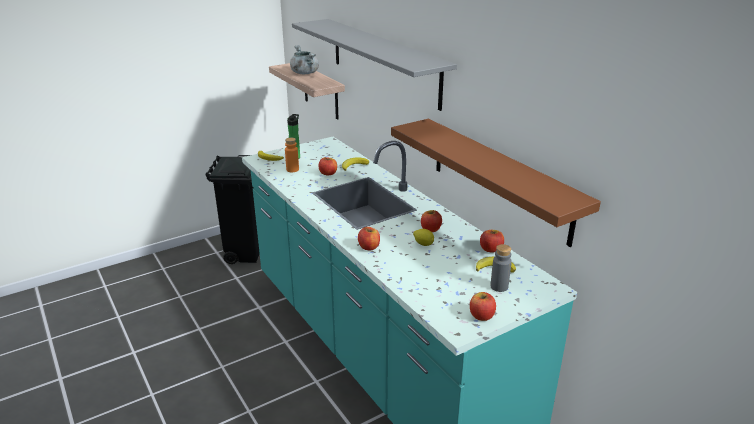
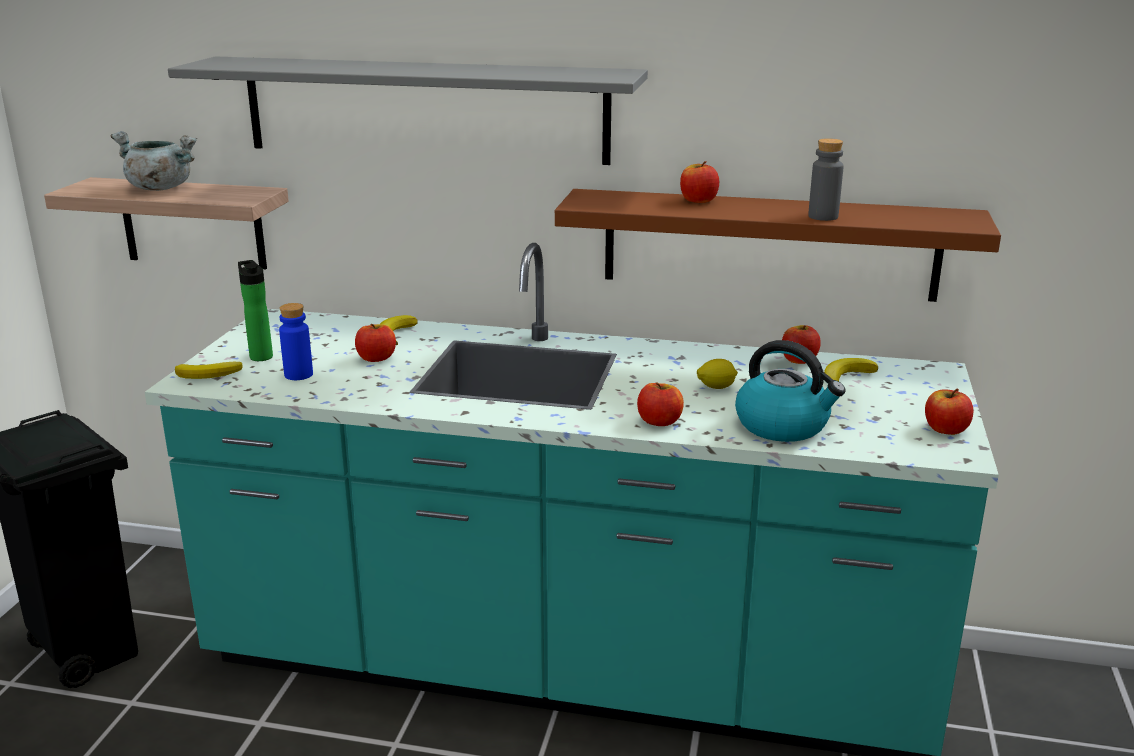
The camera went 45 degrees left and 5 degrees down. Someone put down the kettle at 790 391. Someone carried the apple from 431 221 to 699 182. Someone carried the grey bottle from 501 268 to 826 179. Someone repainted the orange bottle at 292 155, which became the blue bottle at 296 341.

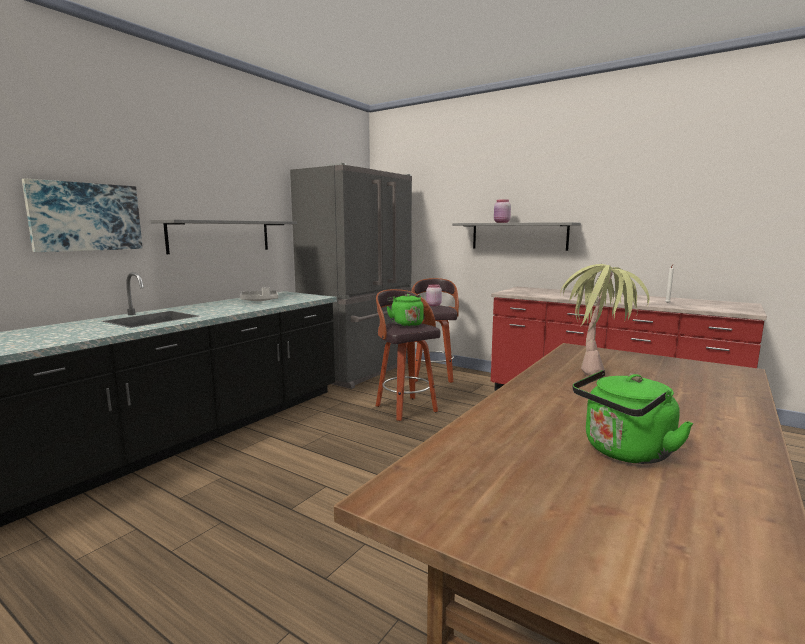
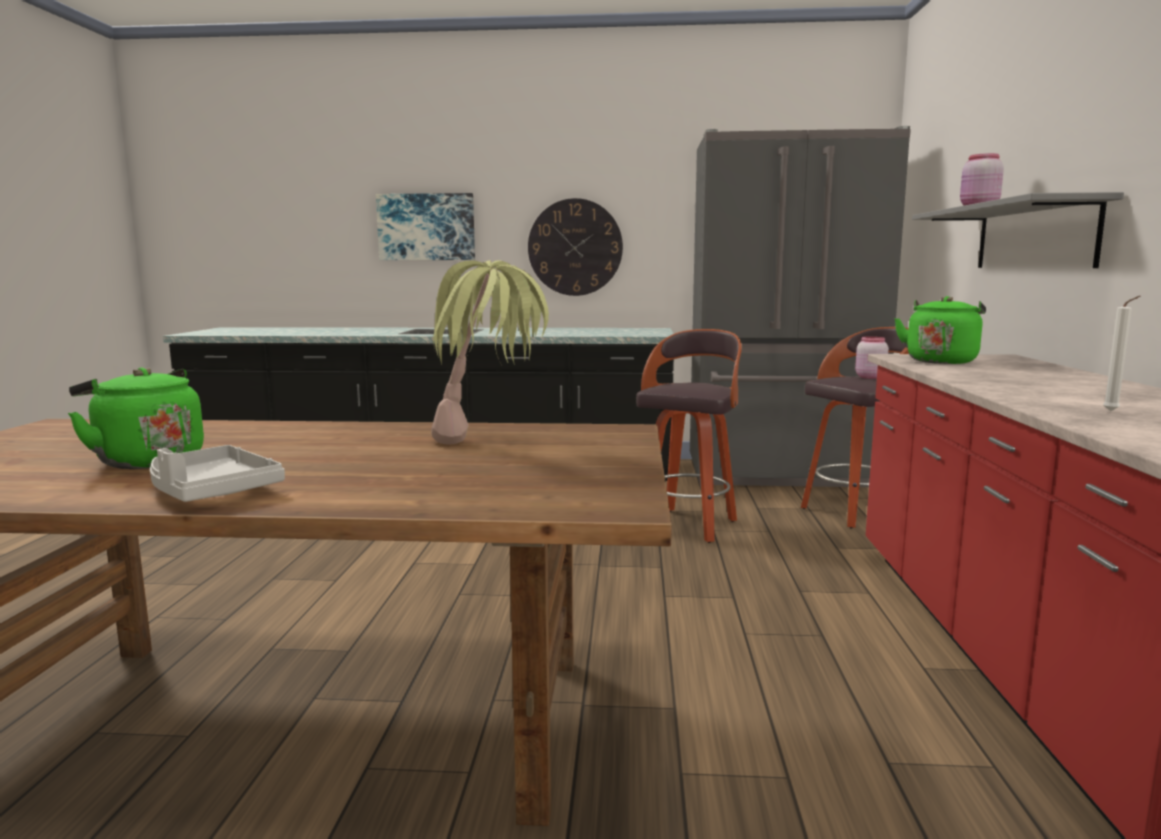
The camera went 60 degrees right and 0 degrees up. Someone carried the grey tray from 259 294 to 217 473. Someone carried the green kettle from 405 310 to 940 330. Someone swapped the grey shelf at 224 236 for the wall clock at 575 247.

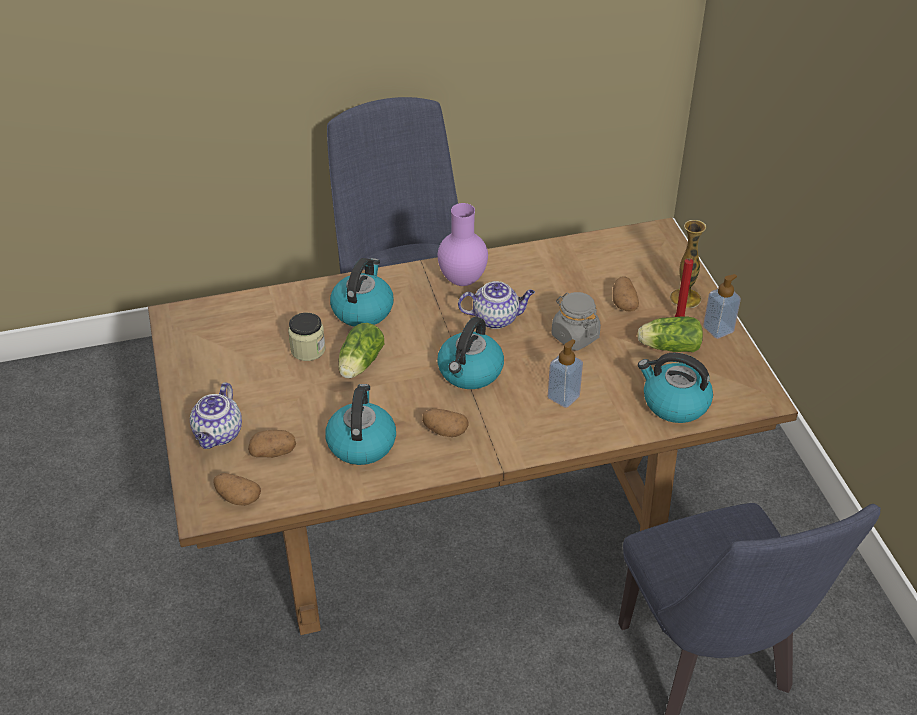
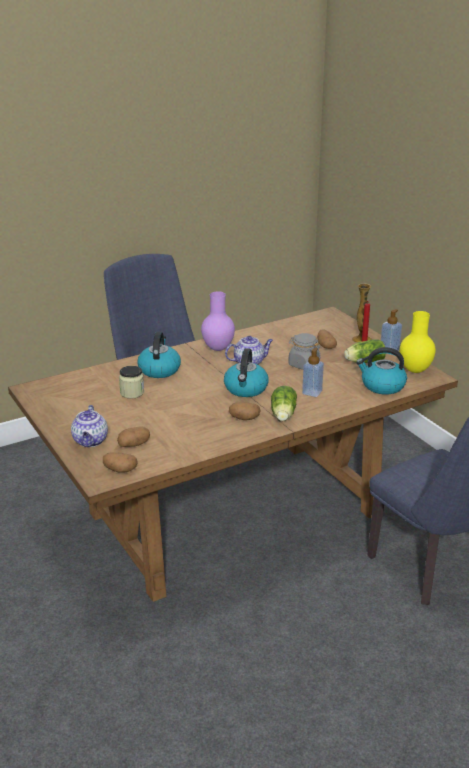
The camera went 15 degrees left and 15 degrees down. Someone took away the kettle at 360 424. Someone put down the yellow vase at 418 342. Someone carried the lettuce from 361 350 to 284 403.

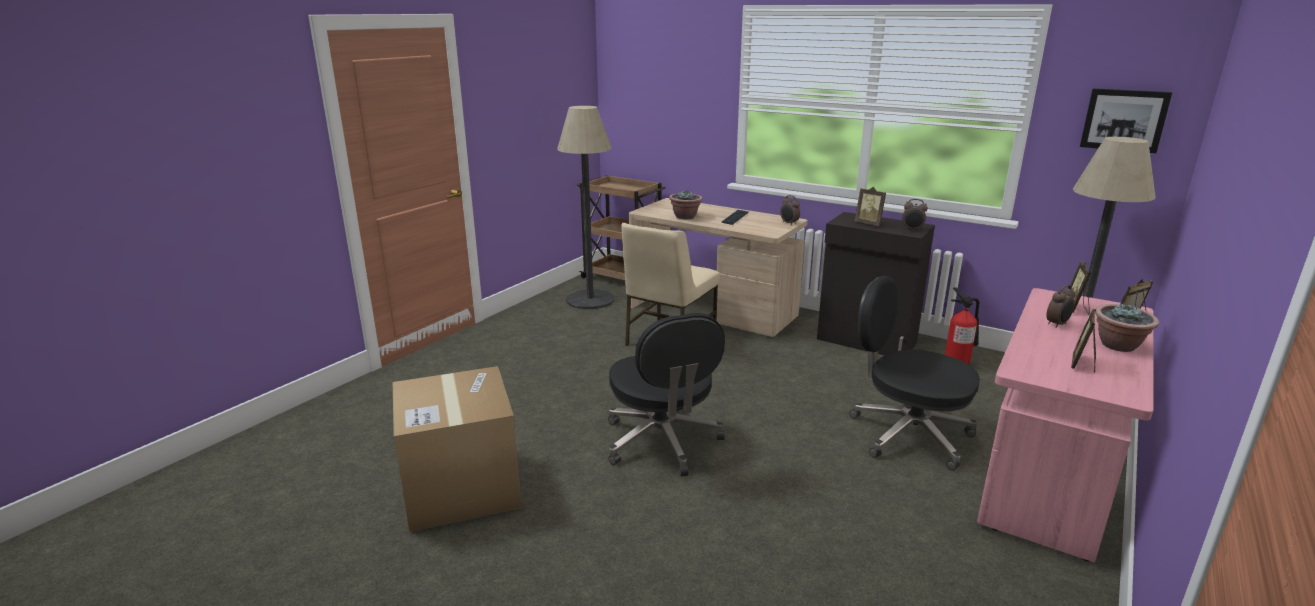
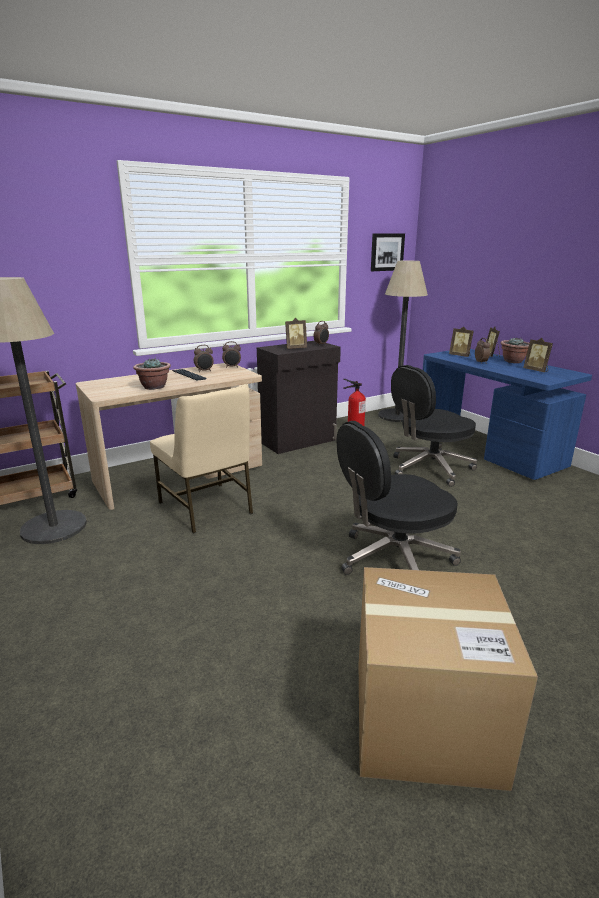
The camera went 65 degrees left and 0 degrees up. Someone put down the alarm clock at 204 358. Someone repainted the pink desk at 1065 425, which became the blue desk at 507 414. Someone rotated the black office chair at 666 395 by 150 degrees clockwise.

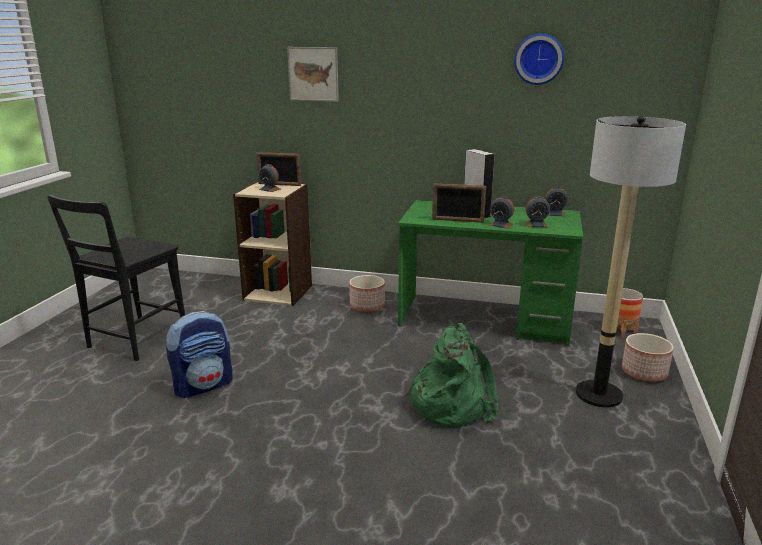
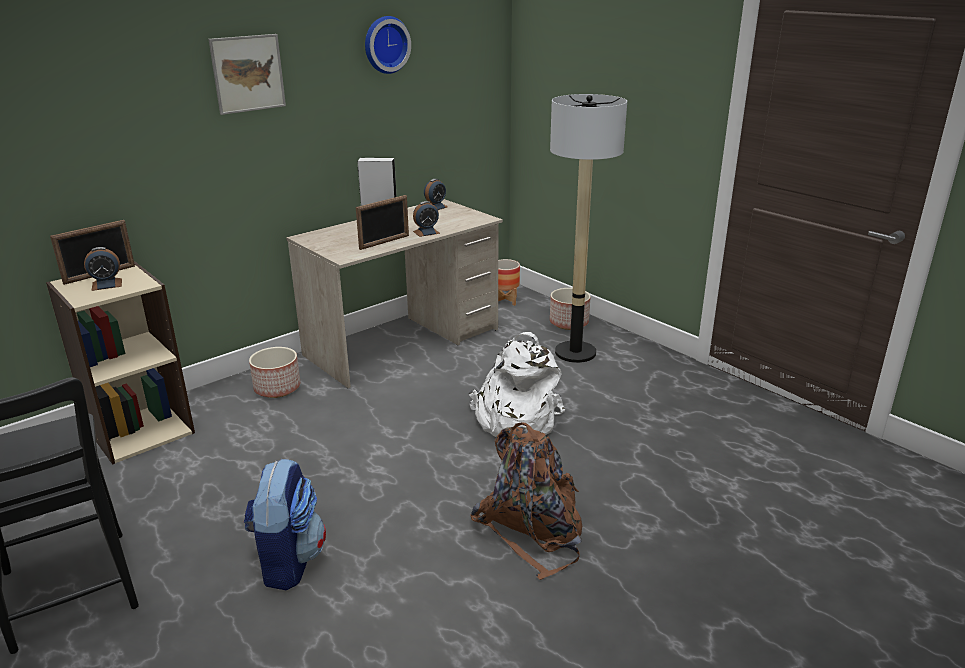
The camera went 55 degrees left and 5 degrees up. Someone took away the alarm clock at 537 211. Someone put down the brown backpack at 526 501. Someone carried the picture from 313 74 to 247 74. Someone repainted the green desk at 490 273, which became the beige desk at 394 293. Someone repainted the green backpack at 451 375, which became the white backpack at 517 384.

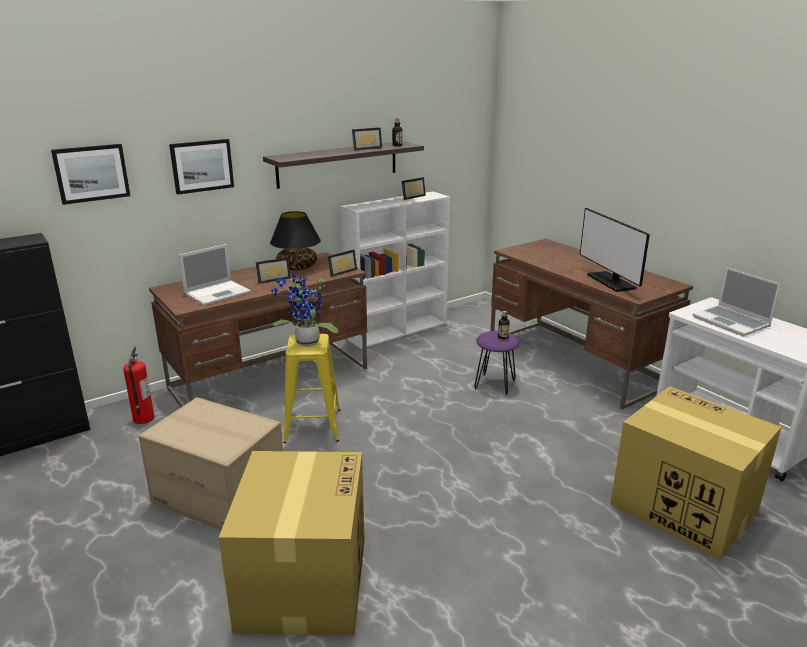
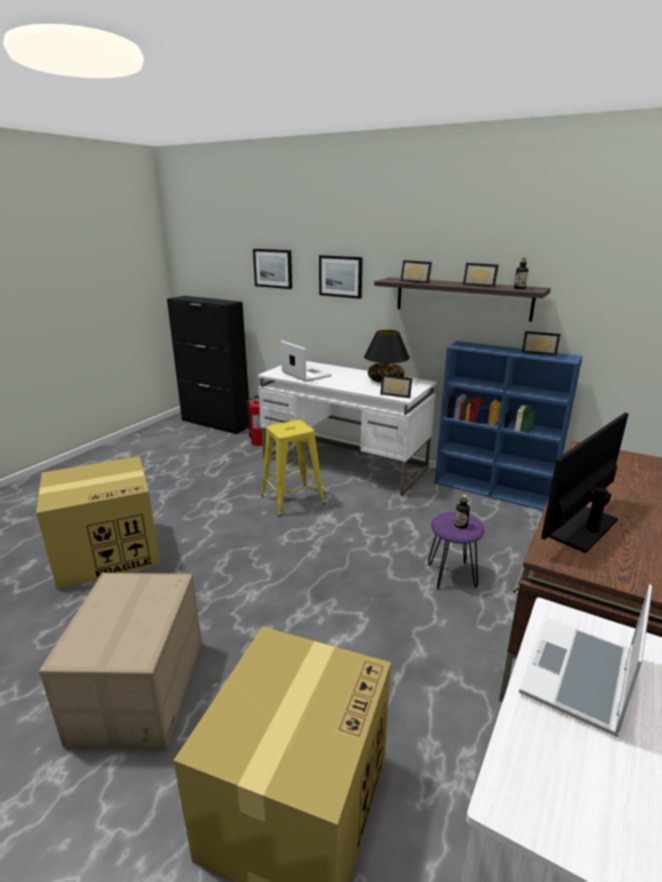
The camera went 65 degrees right and 0 degrees up. Someone took away the potted plant at 305 310. Someone carried the cardboard box from 210 463 to 120 661. Someone carried the picture frame from 273 270 to 416 272. Someone repainted the brown desk at 258 329, which became the white desk at 347 428. Someone repainted the white bookcase at 395 270, which became the blue bookcase at 509 426. Someone rotated the laptop at 215 274 by 150 degrees counterclockwise.

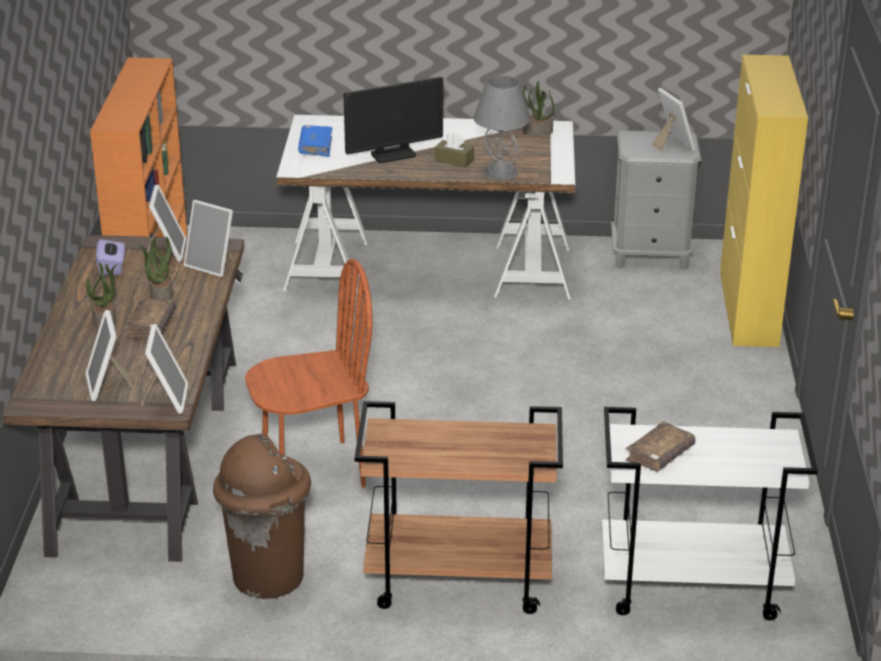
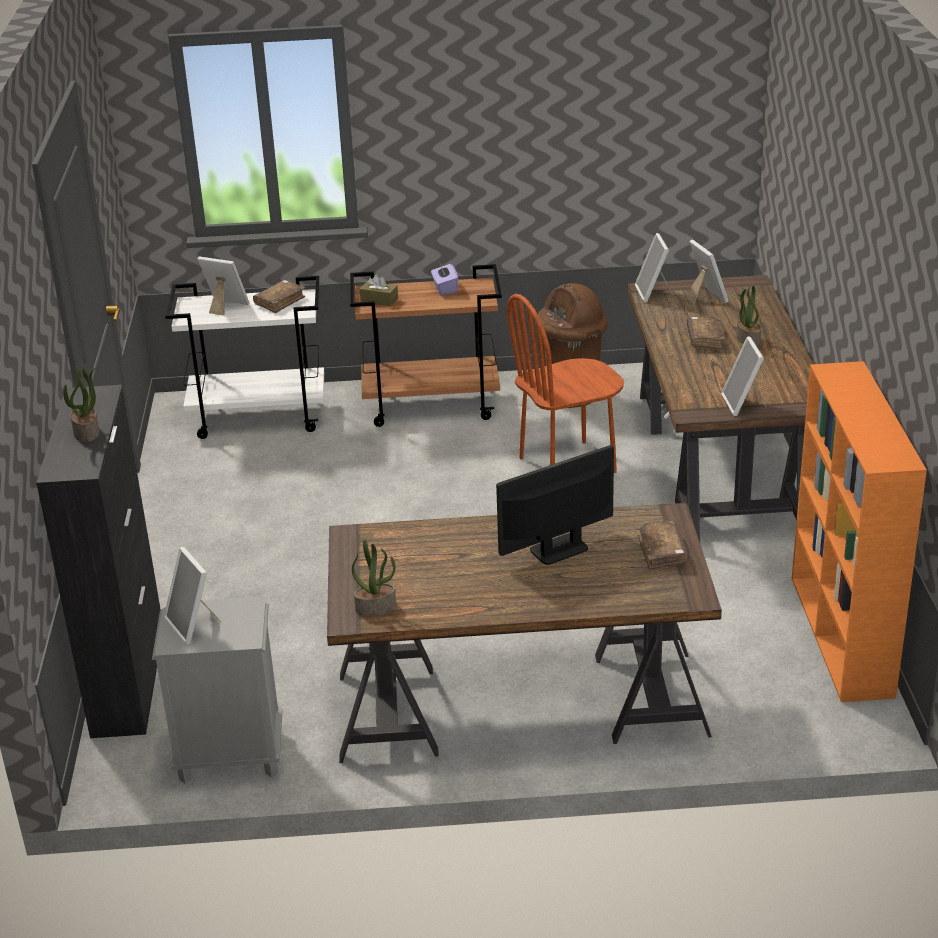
The camera went 175 degrees right and 0 degrees up. Someone took away the grey table lamp at 502 127. Someone carried the purple tissue box from 110 257 to 445 278. Someone carried the potted plant from 155 268 to 81 404. Someone carried the picture frame from 208 238 to 224 286. Someone carried the brown tissue box from 454 150 to 379 290. Someone repainted the white desk at 425 207, which became the brown desk at 524 633. Someone repainted the blue book at 315 141, which became the brown book at 663 545. Someone repainted the yellow cabinet at 764 201, which became the black cabinet at 98 561.

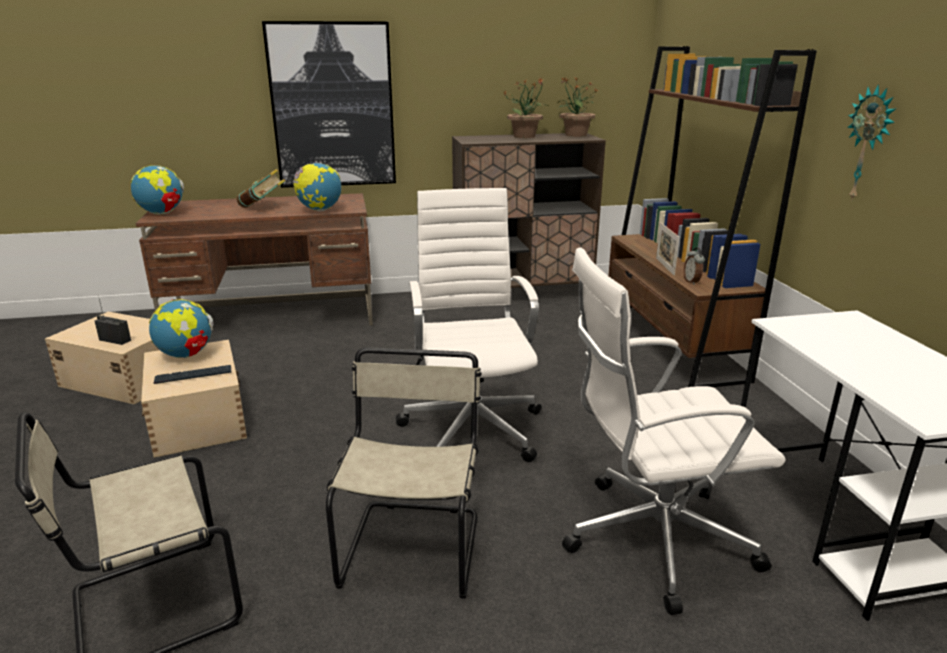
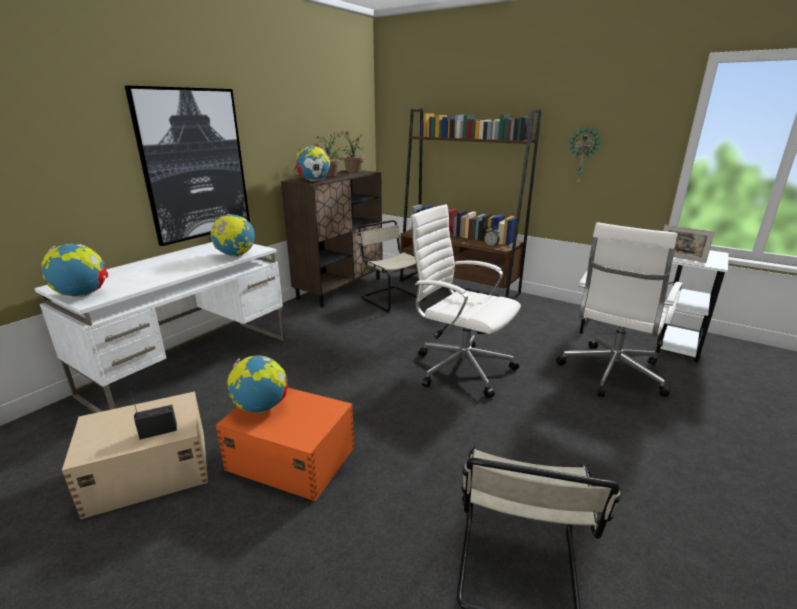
The camera went 45 degrees left and 0 degrees up. Someone took away the keyboard at 192 374. Someone took away the book at 260 188. Someone put down the globe at 313 163. Someone carried the beige chair from 404 473 to 392 266. Someone carried the picture frame from 668 248 to 689 244. Someone repainted the brown desk at 254 259, which became the white desk at 160 327. Someone repainted the beige storage box at 194 399, which became the orange storage box at 285 444.

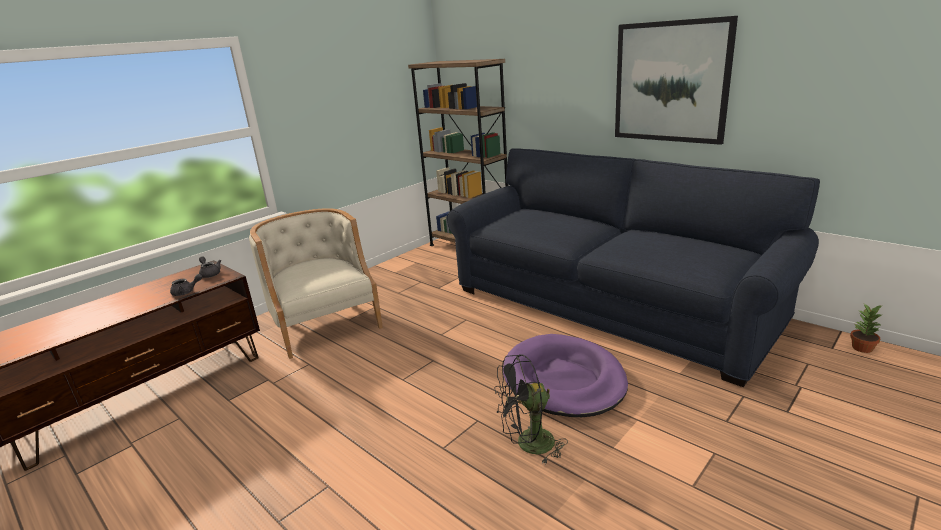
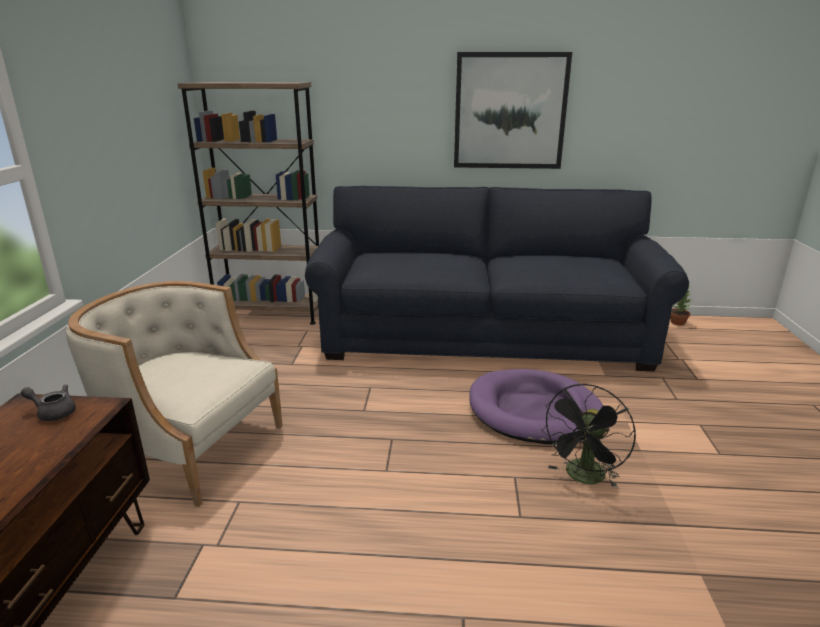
The camera went 40 degrees left and 0 degrees up. Someone took away the grey teapot at 186 285.

